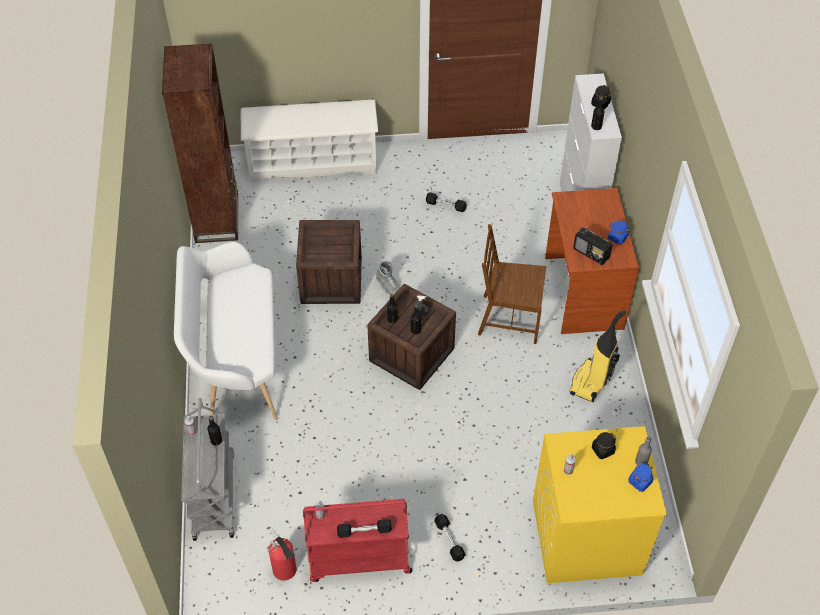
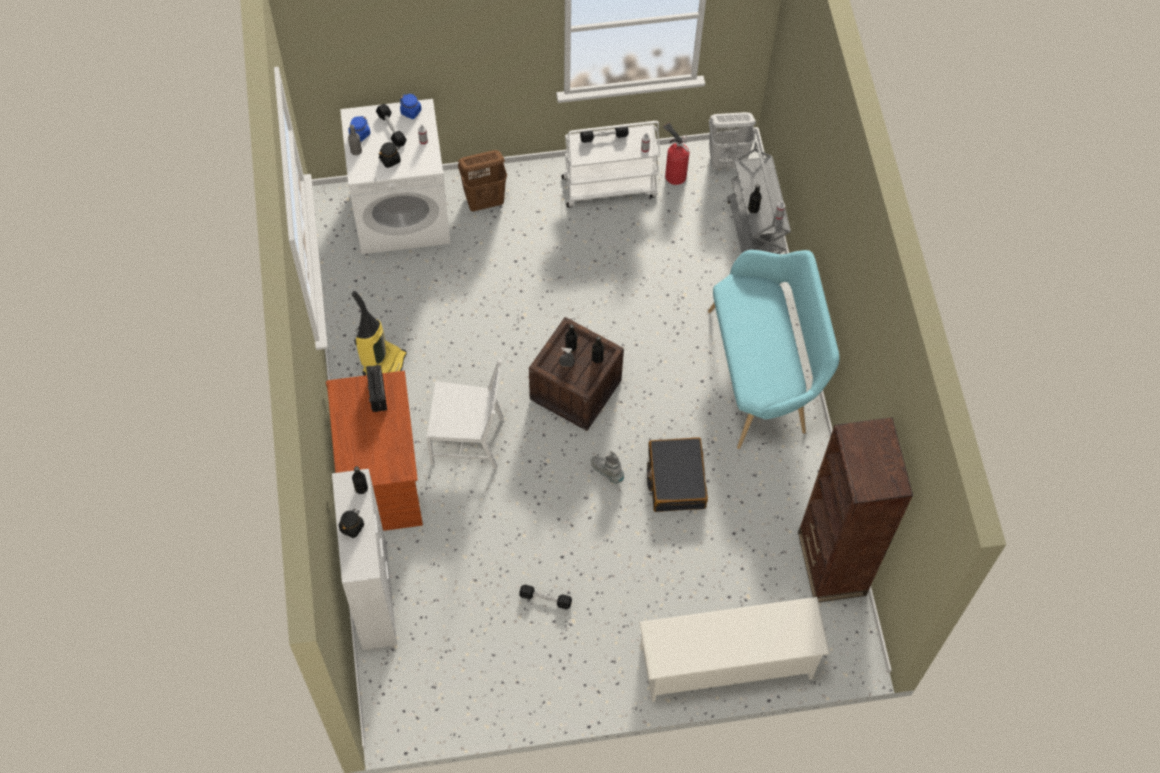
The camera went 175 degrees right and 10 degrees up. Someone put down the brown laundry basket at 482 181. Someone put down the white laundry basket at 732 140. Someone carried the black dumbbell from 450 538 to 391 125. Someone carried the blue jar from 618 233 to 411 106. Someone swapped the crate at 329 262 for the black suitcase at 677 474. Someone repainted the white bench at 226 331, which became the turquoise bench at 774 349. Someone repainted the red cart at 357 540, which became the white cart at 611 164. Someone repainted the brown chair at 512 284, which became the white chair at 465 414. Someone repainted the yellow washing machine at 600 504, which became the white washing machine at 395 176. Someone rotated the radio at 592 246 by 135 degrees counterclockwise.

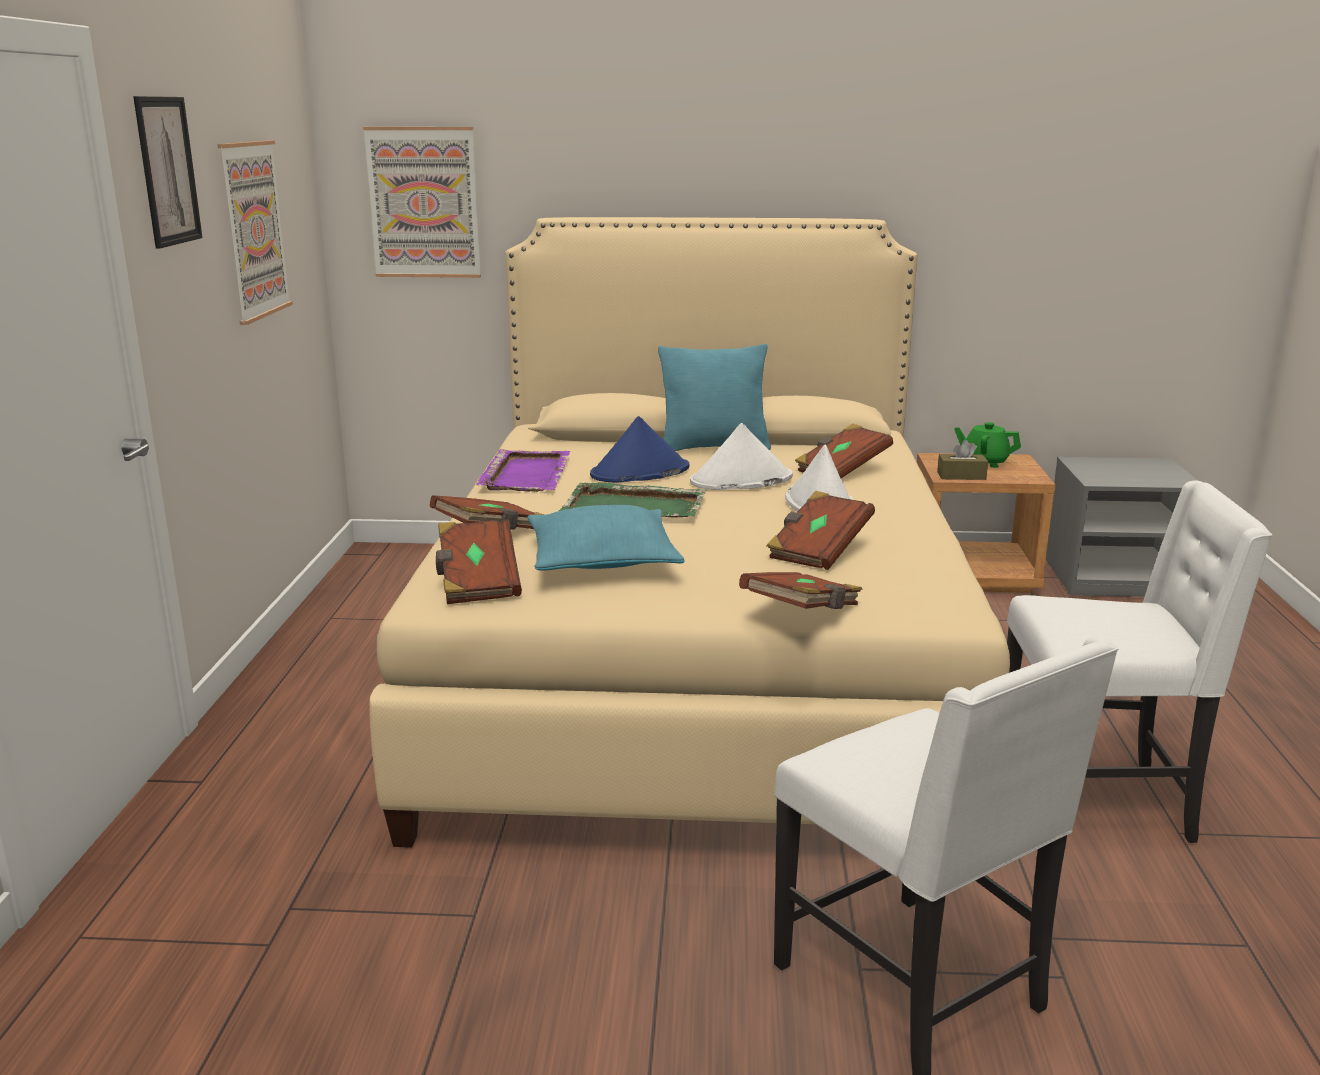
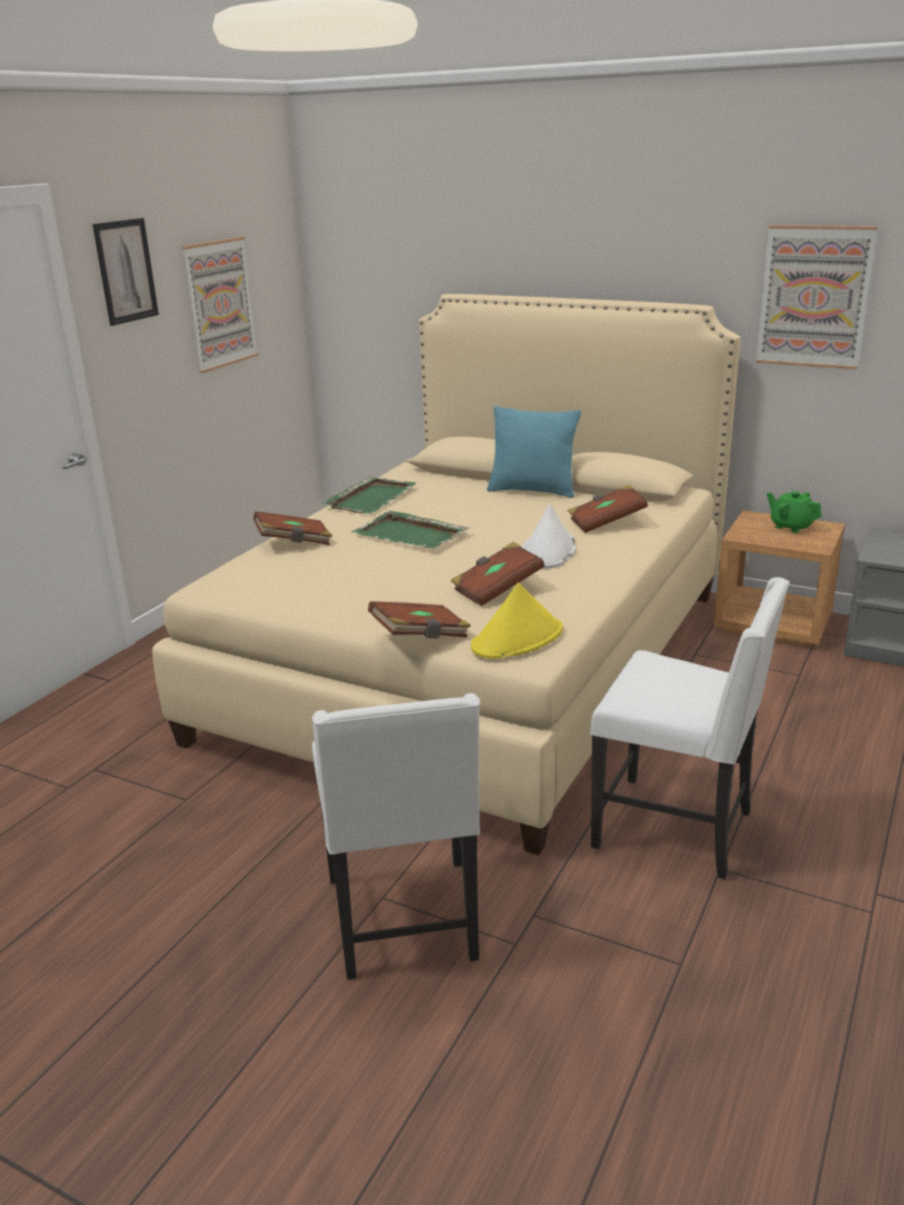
The camera went 25 degrees right and 5 degrees up. Someone took away the brown book at 479 562. Someone took away the turquoise pillow at 606 538. Someone took away the blue hat at 639 449. Someone took away the white hat at 741 456. Someone took away the brown tissue box at 962 460. Someone put down the yellow hat at 517 621. Someone carried the picture from 422 202 to 817 297. Someone repainted the purple tray at 523 470, which became the green tray at 369 495.

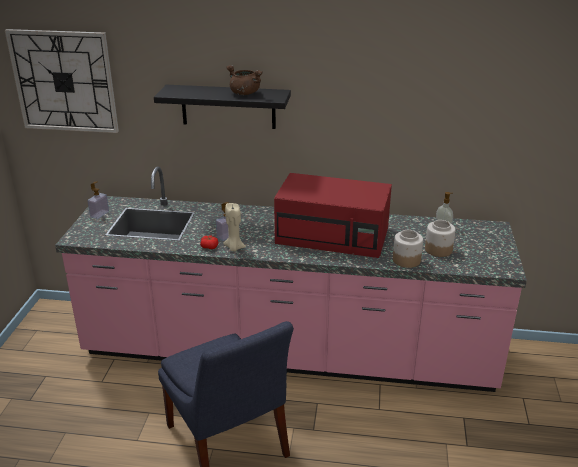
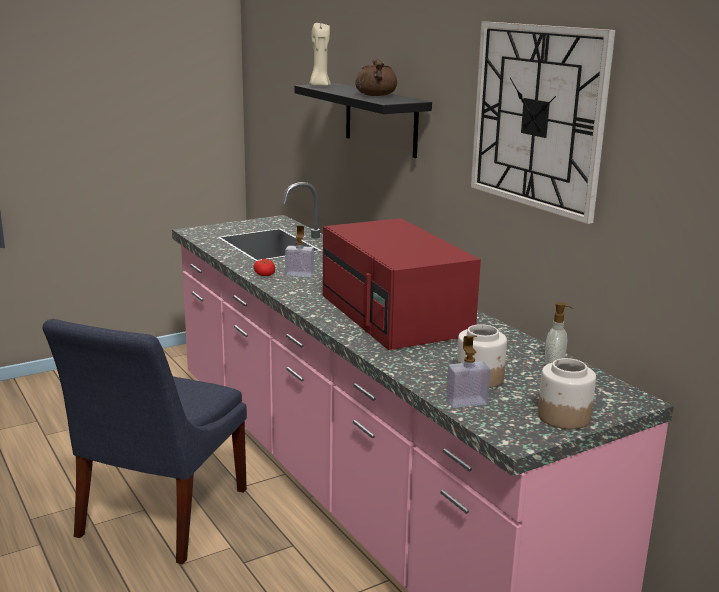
The camera went 50 degrees right and 10 degrees down. Someone carried the wall clock from 62 81 to 543 123. Someone carried the soap dispenser from 98 200 to 468 371. Someone carried the beige candle from 234 227 to 320 54. Someone carried the jar from 408 249 to 567 393.

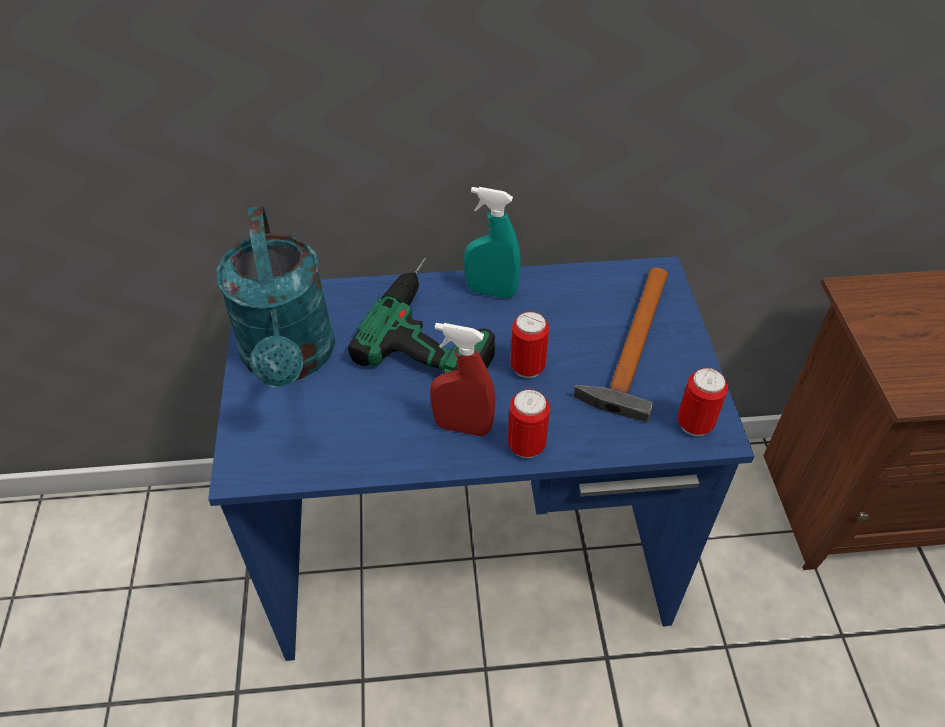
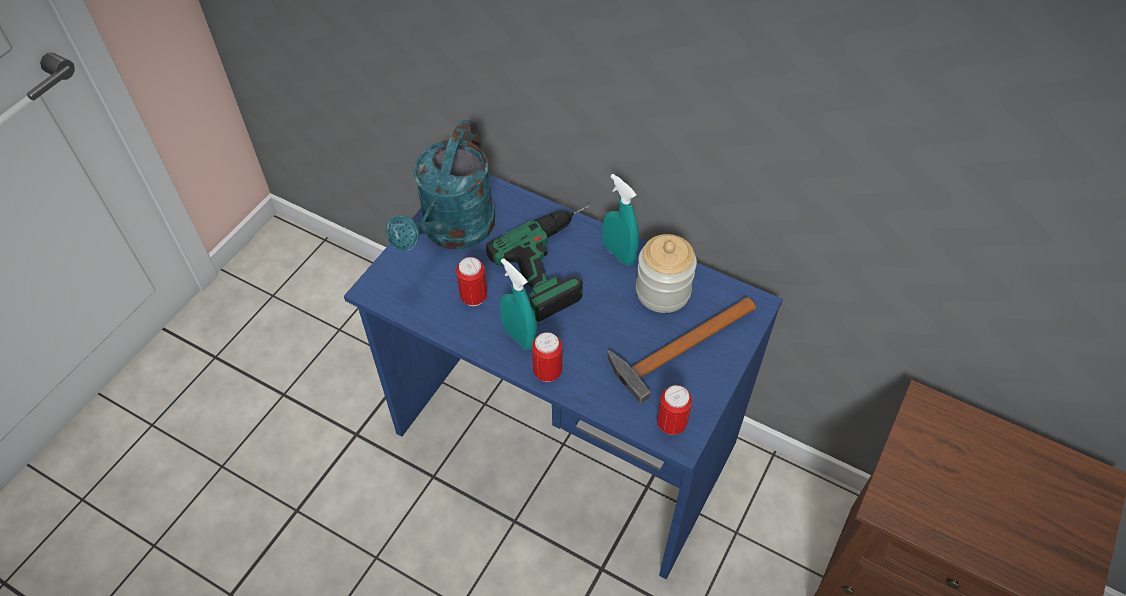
The camera went 35 degrees right and 5 degrees up. Someone put down the jar at 666 273. Someone carried the can from 529 344 to 471 281. Someone repainted the red spray bottle at 462 379, which became the turquoise spray bottle at 518 304.

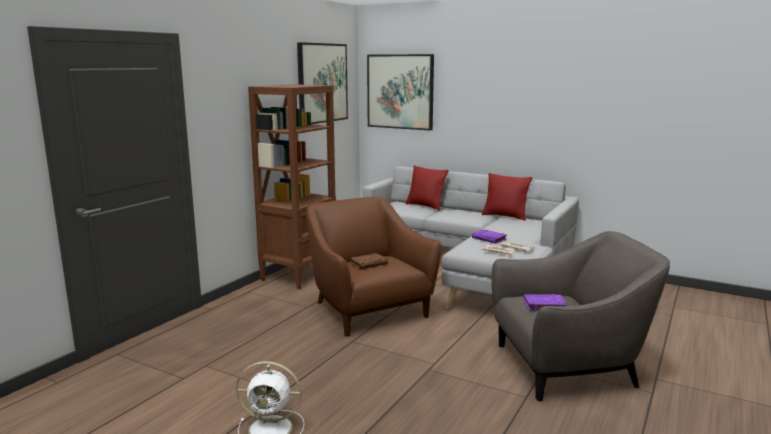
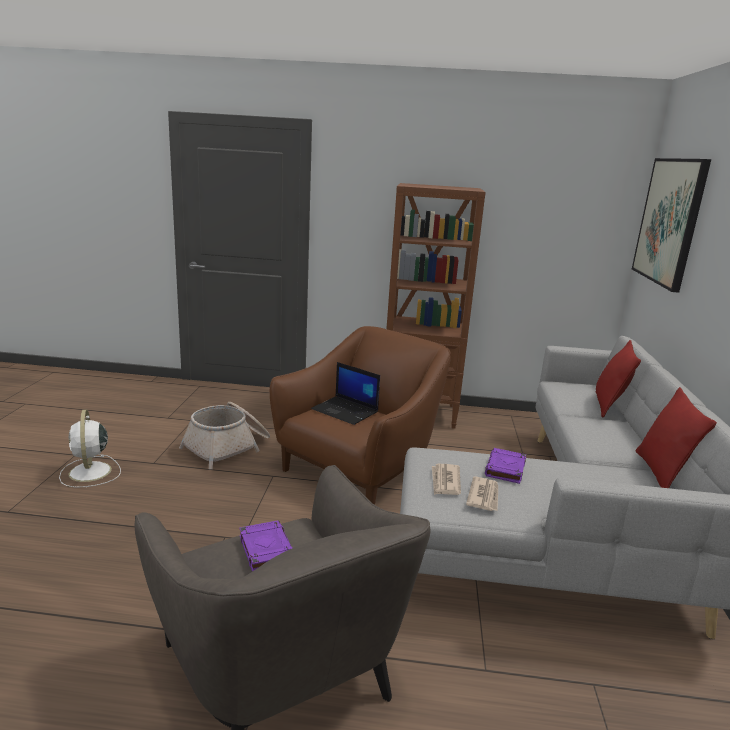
The camera went 65 degrees right and 5 degrees up. Someone took away the picture at 322 83. Someone put down the basket at 224 435. Someone swapped the brown book at 369 261 for the laptop at 345 393.

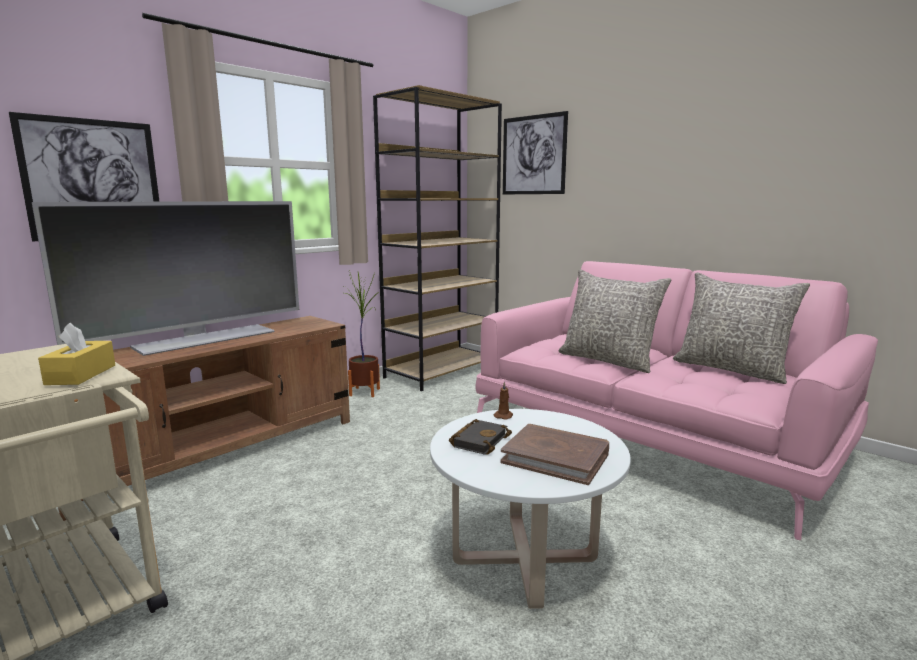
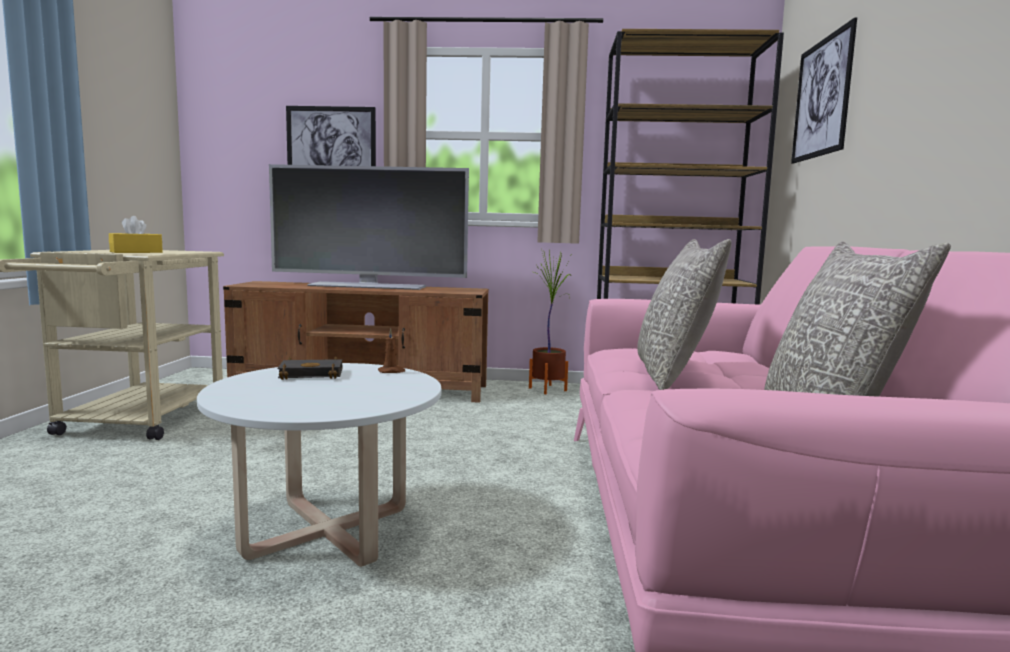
The camera went 50 degrees right and 5 degrees down. Someone took away the brown book at 554 454.

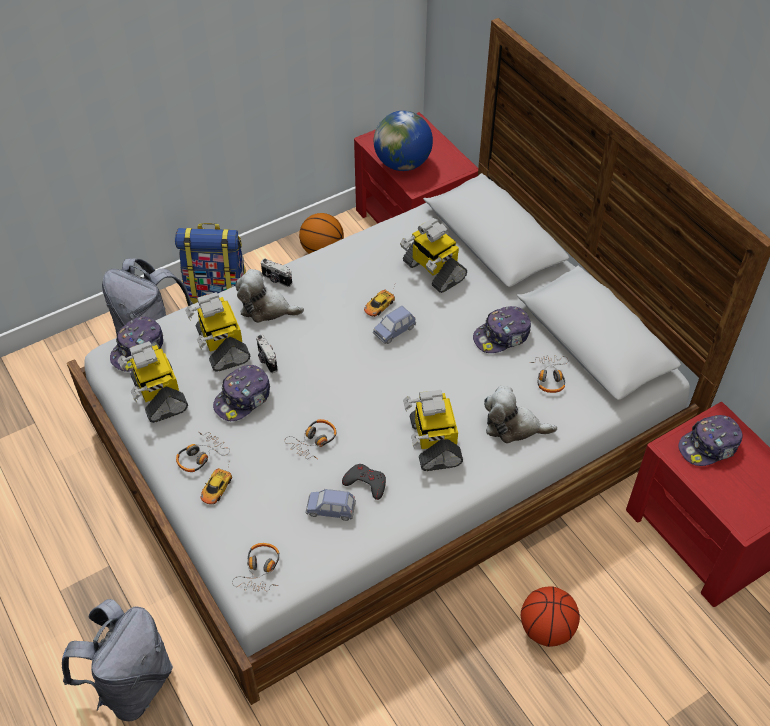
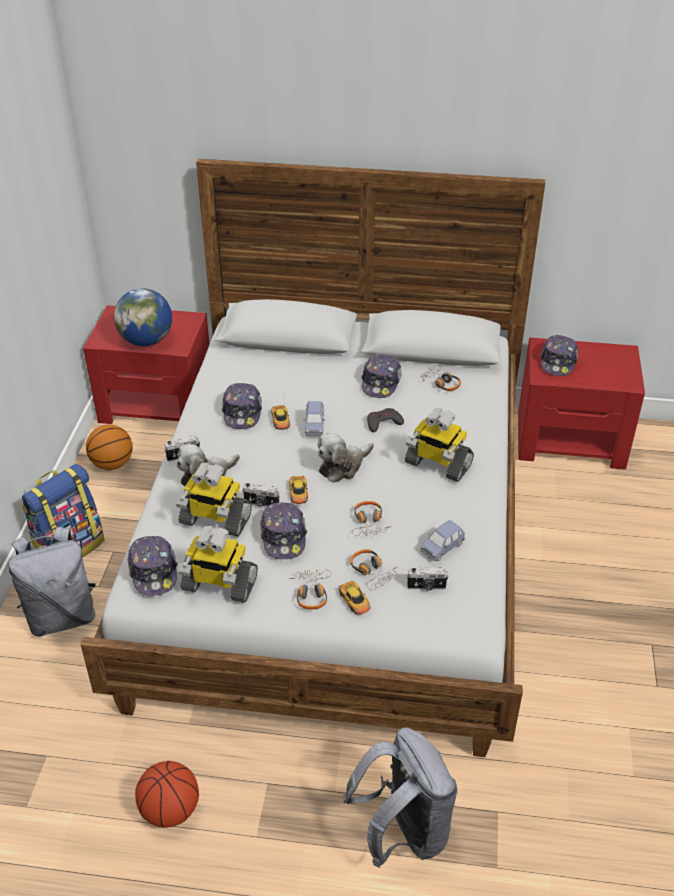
The camera went 50 degrees left and 10 degrees down. Someone took away the toy robot at 433 255. Someone put down the cap at 242 406. Someone put down the toy car at 298 485. Someone put down the photo camera at 427 578. Someone carried the headphones from 256 567 to 374 569. Someone carried the grey game controller from 364 482 to 385 420. Someone carried the plush toy from 520 414 to 345 458. Someone carried the basketball from 550 616 to 167 794.

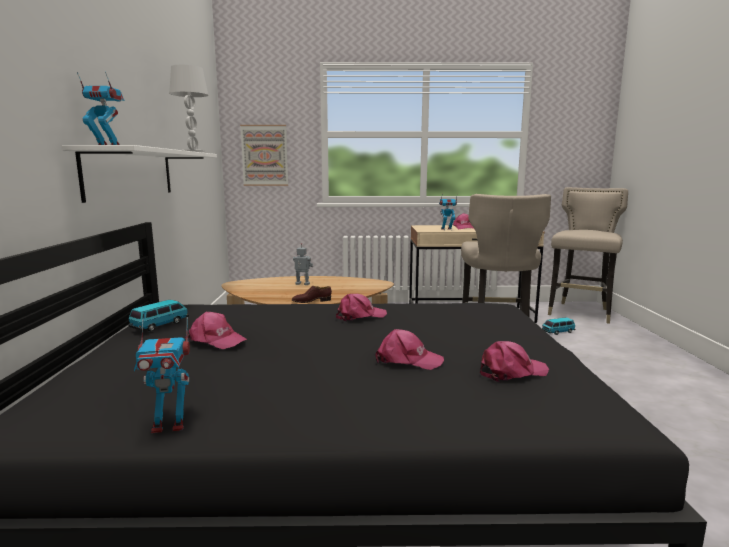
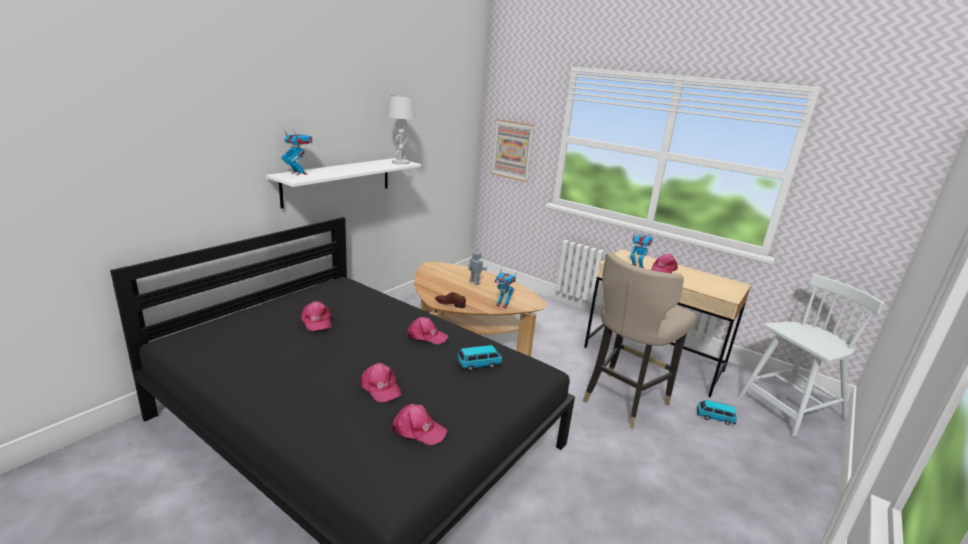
The camera went 35 degrees right and 10 degrees up. Someone carried the toy car from 159 316 to 480 358. Someone carried the toy robot from 162 375 to 506 287. Someone swapped the beige stool at 588 255 for the white chair at 811 355.

